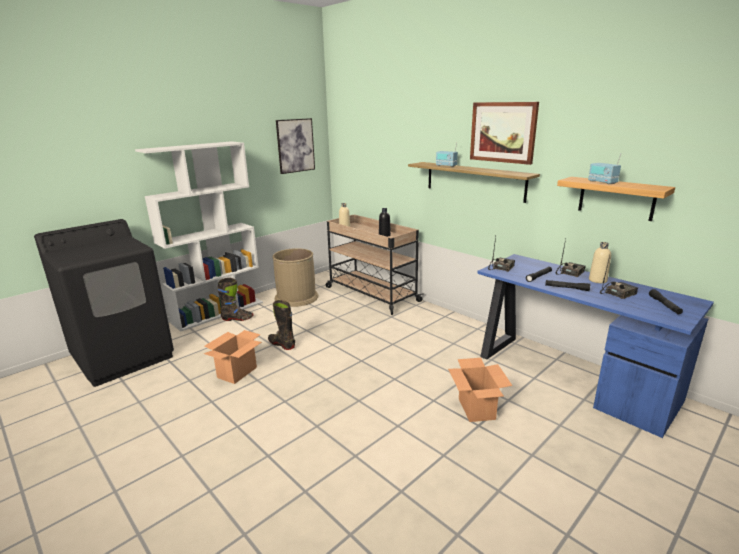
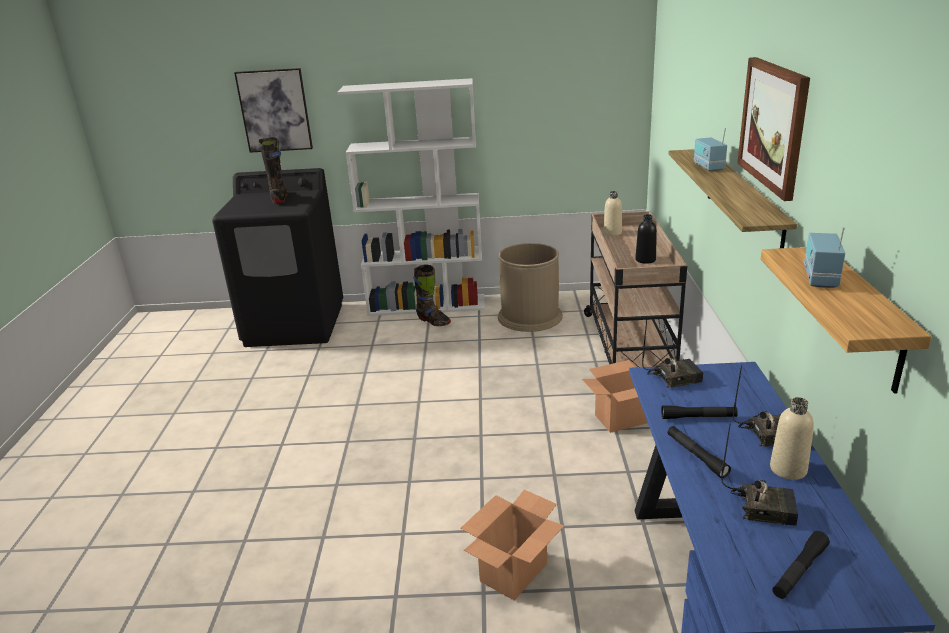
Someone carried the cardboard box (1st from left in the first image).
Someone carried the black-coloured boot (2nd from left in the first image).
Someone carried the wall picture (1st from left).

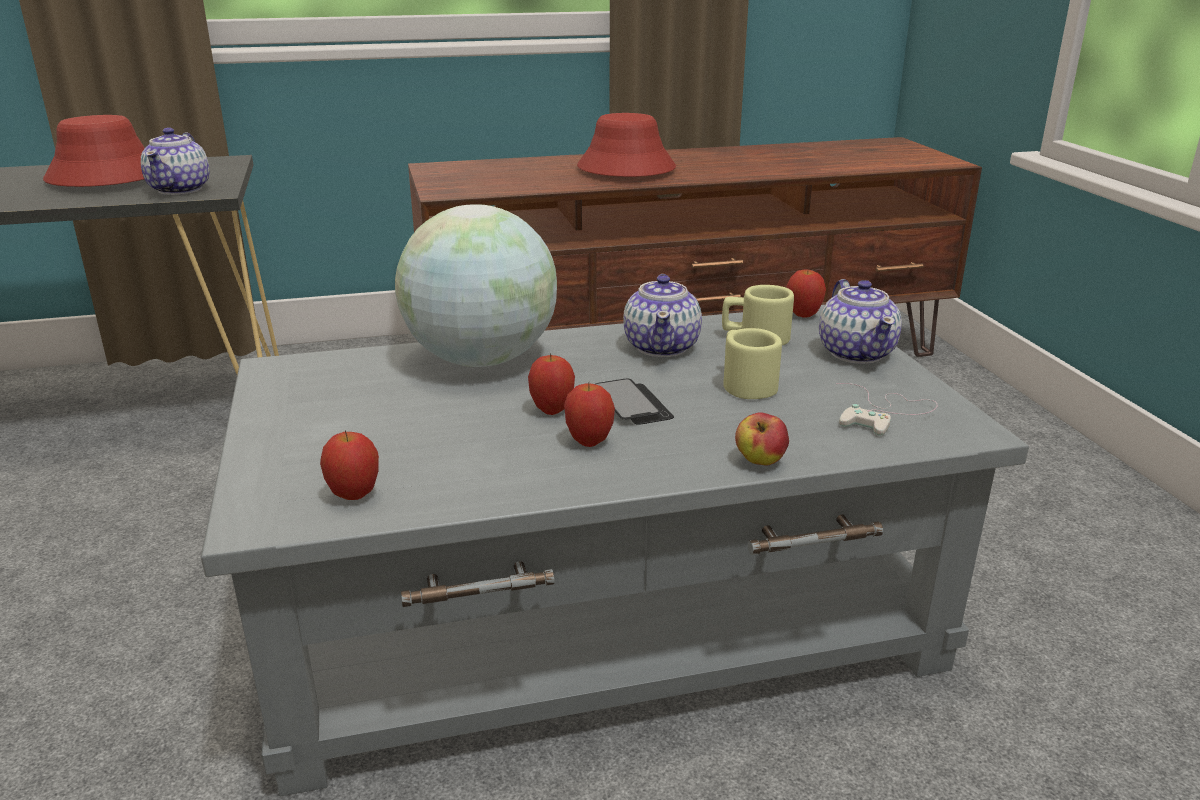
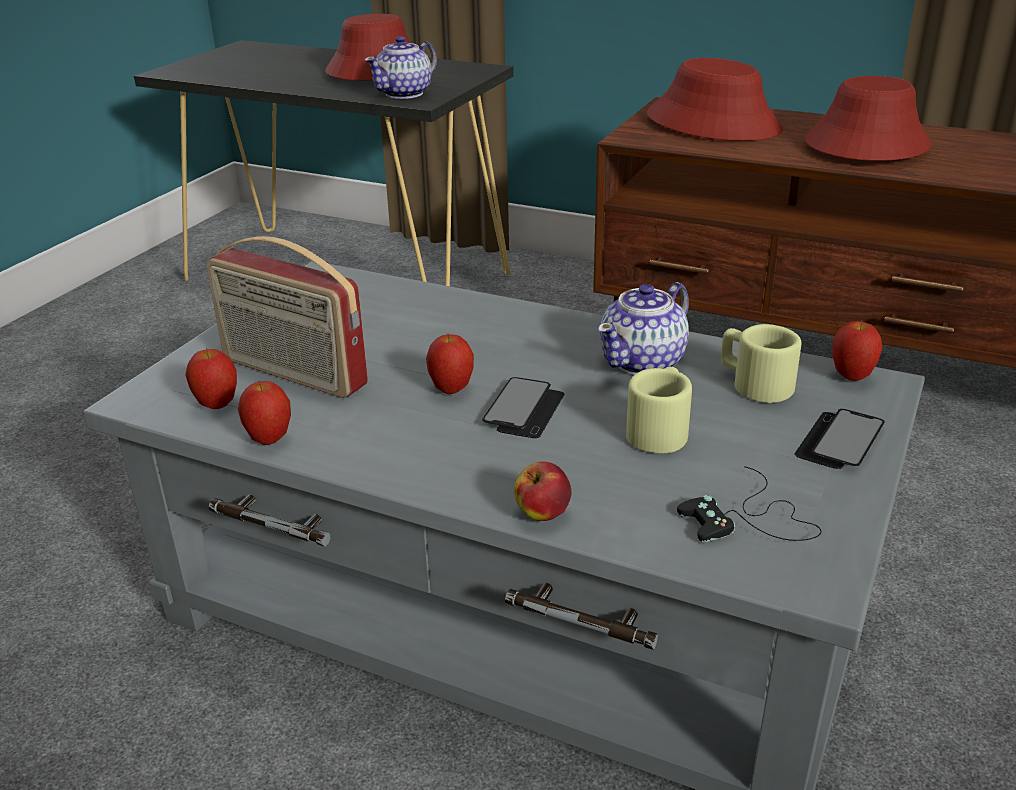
Someone took away the world globe.
Someone carried the apple fruit (3rd from left in the first image).
Someone swapped the pot for tea (3rd from left) for the handset (2nd from left).
Someone repainted the white-coloured game controller, which became the black-coloured game controller.
Someone put down the radio set.
Someone put down the red-coloured wearable hat (2nd from left).

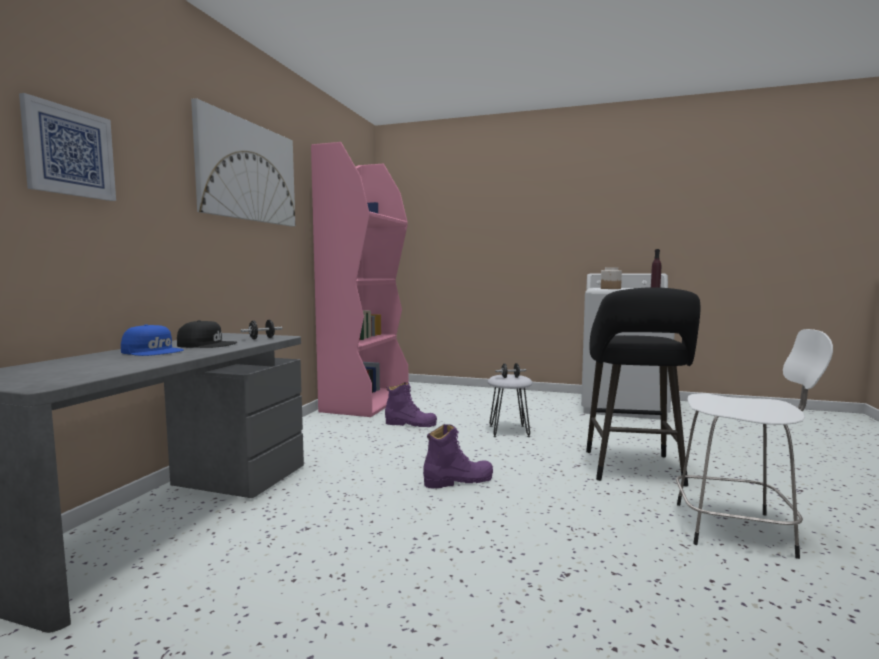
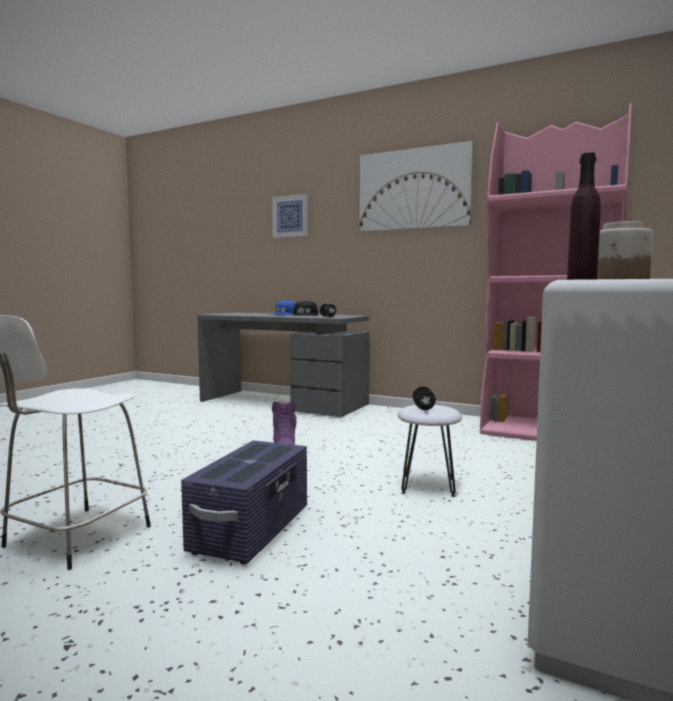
Someone took away the purple boot (1st from left).
Someone swapped the black-coloured stool for the purple storage bin.

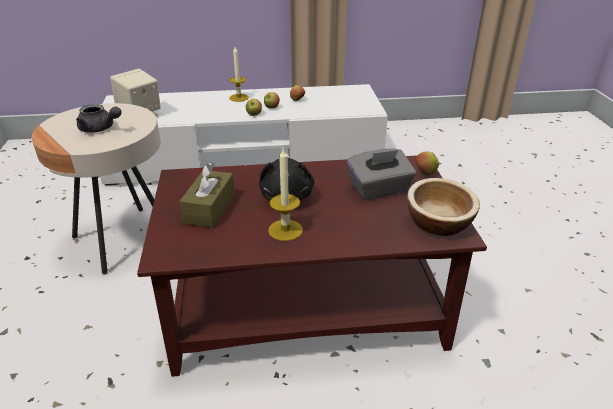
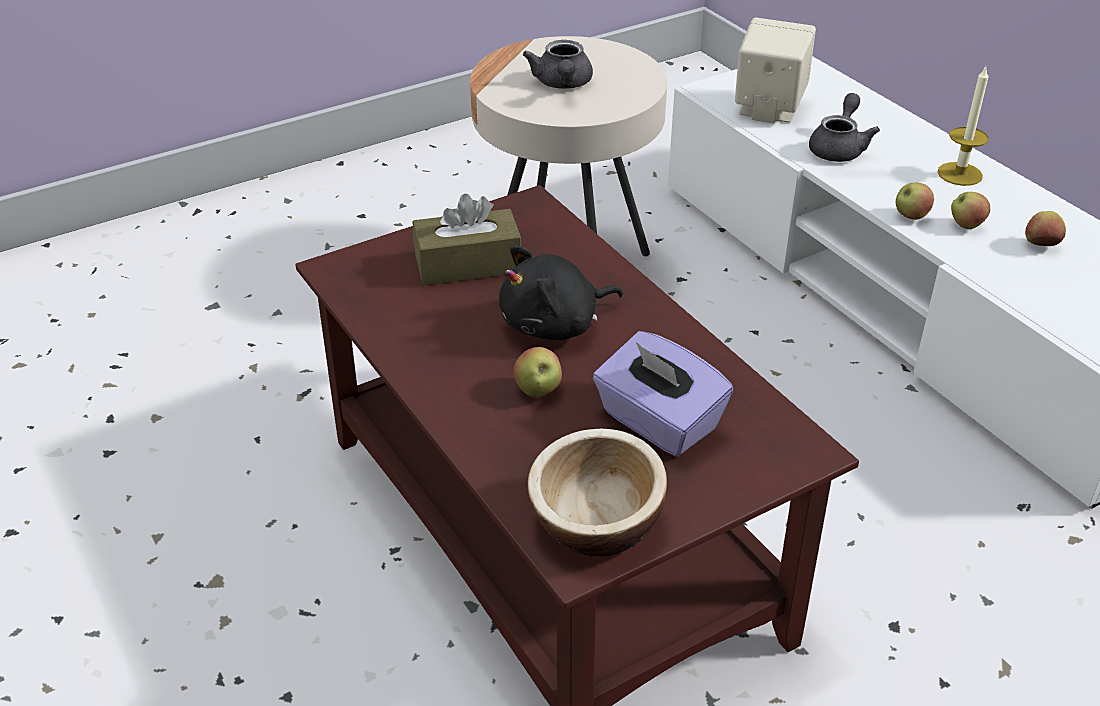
Someone took away the wax candle (2nd from left).
Someone repainted the greyish tissue holder, which became the purple tissue holder.
Someone carried the apple fruit (4th from left in the first image).
Someone put down the greyish pot for tea (2nd from left).

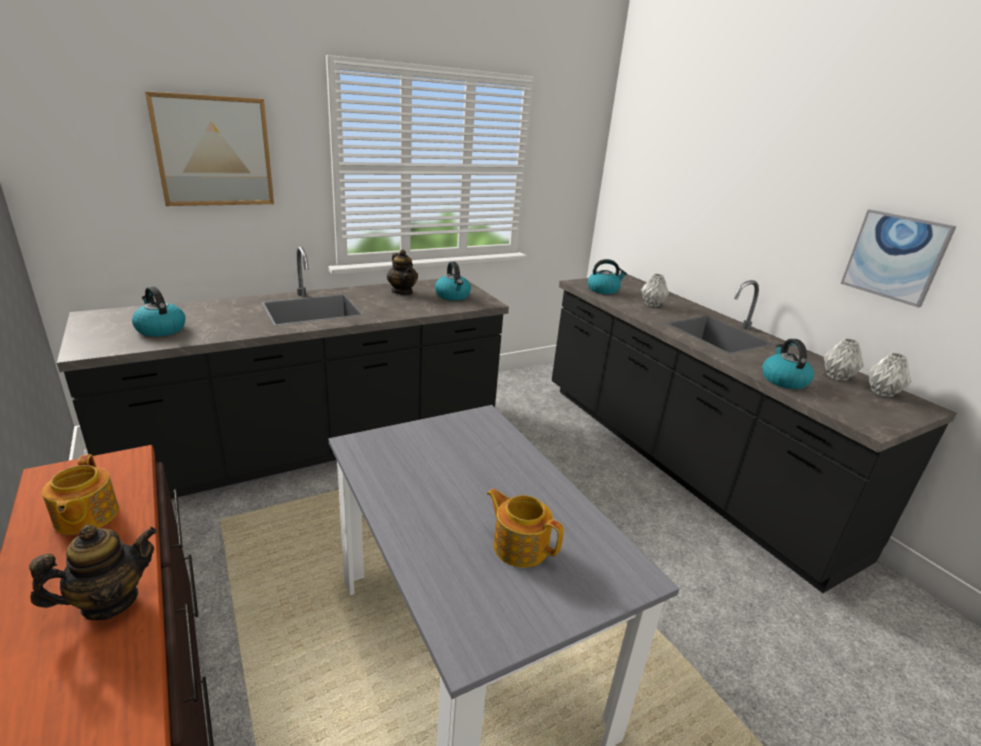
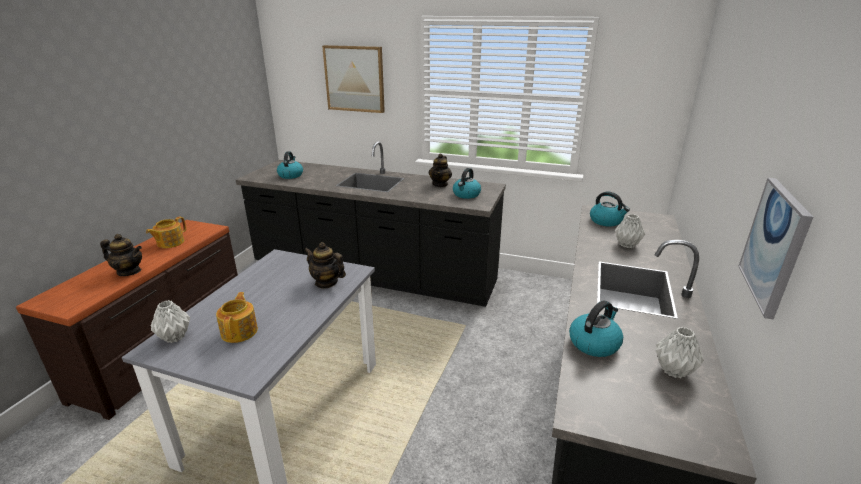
Someone carried the greyish vase (3rd from left in the first image).
Someone put down the pot for tea (4th from left).

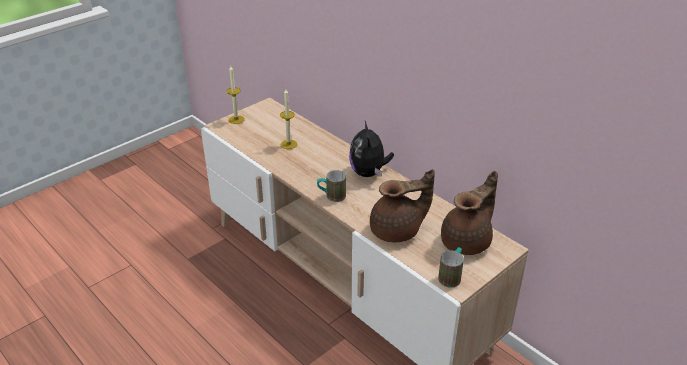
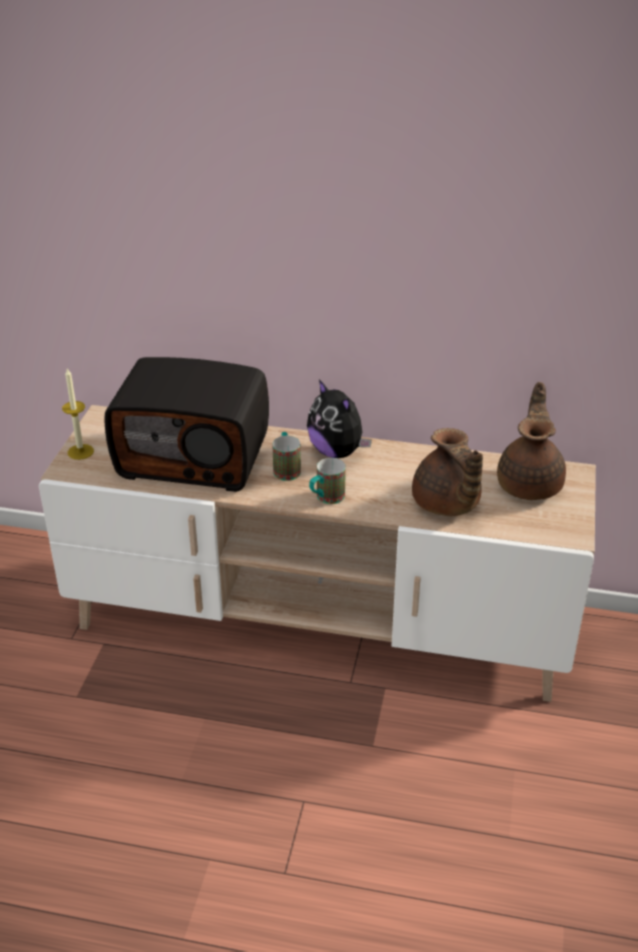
Someone swapped the wax candle (2nd from left) for the radio set.
Someone rotated the brownish pot for tea (1st from left) by 120 degrees clockwise.
Someone carried the tea mug (2nd from left in the first image).

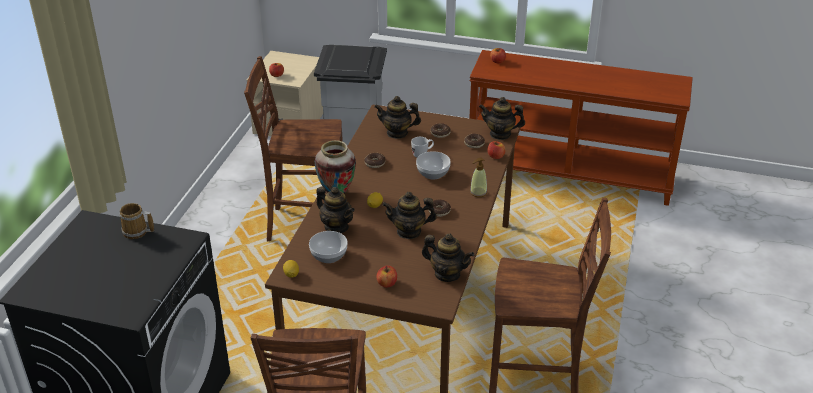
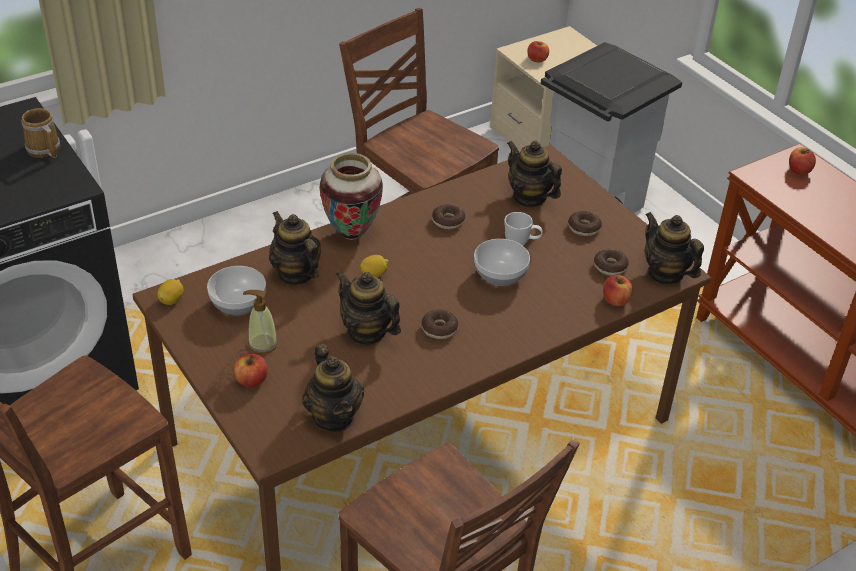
Someone rotated the pot for tea (1st from left) by 150 degrees clockwise.
Someone carried the liquid soap bottle.

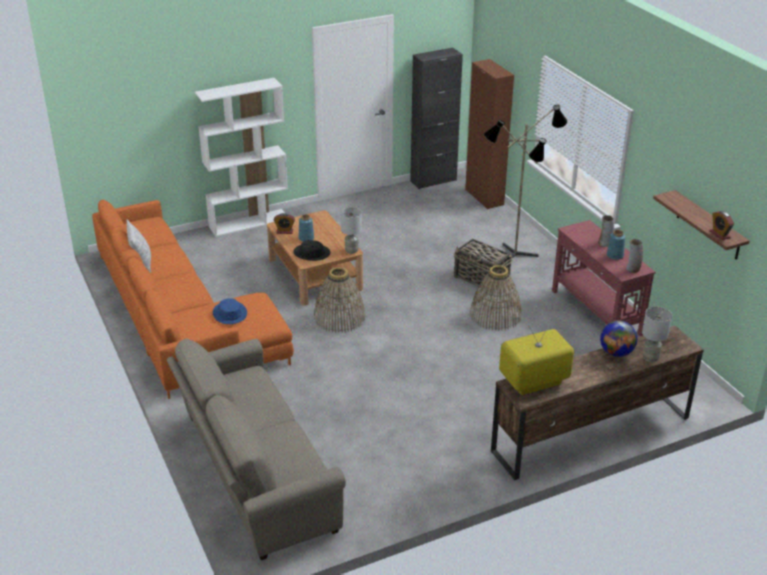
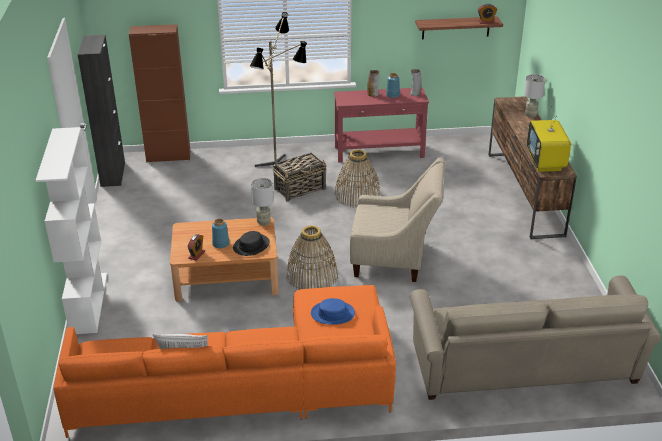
Someone took away the world globe.
Someone put down the sand-coloured lounge chair.

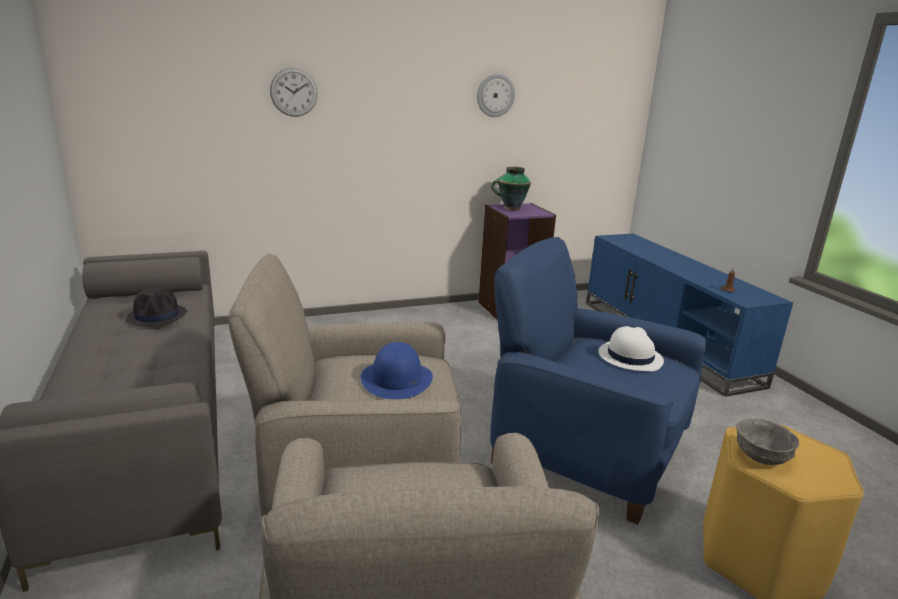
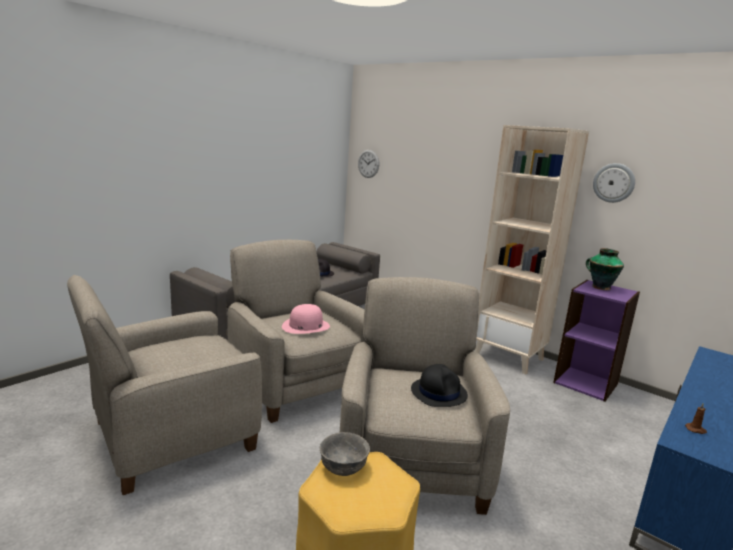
Someone carried the wall clock (1st from left).
Someone repainted the blue wearable hat, which became the pink wearable hat.
Someone repainted the blue lounge chair, which became the sand-coloured lounge chair (3rd from left).
Someone repainted the white-coloured wearable hat, which became the black-coloured wearable hat (2nd from left).
Someone put down the sand-coloured shelving unit.

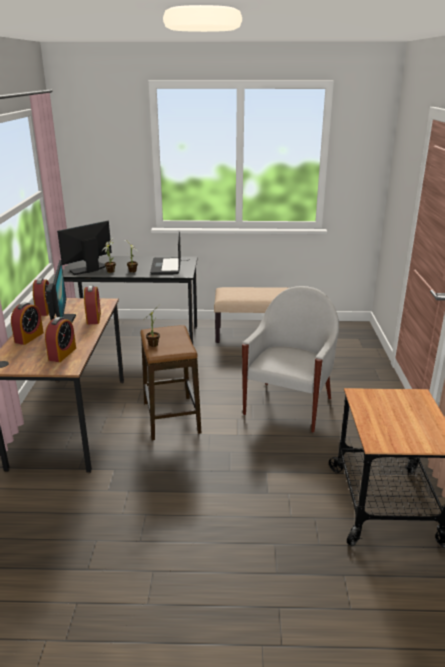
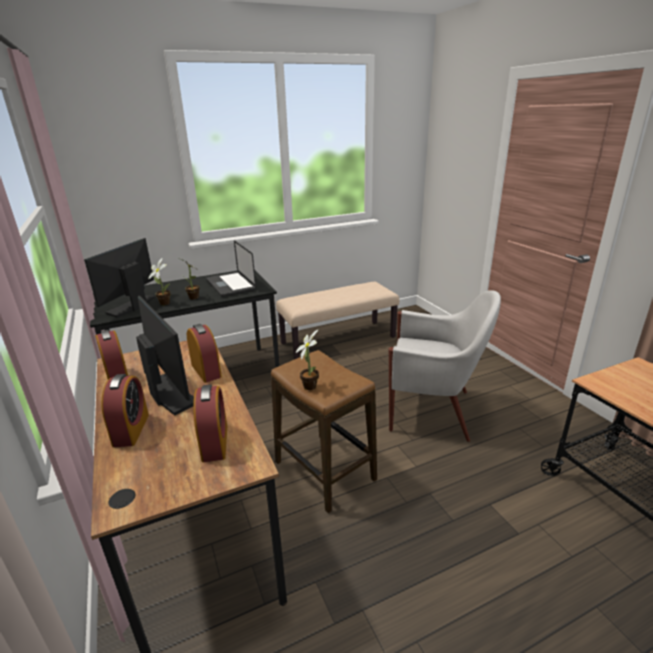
Someone rotated the white-coloured lounge chair by 105 degrees clockwise.

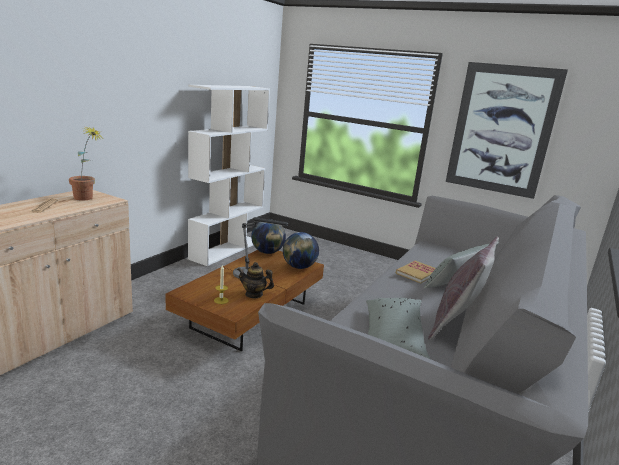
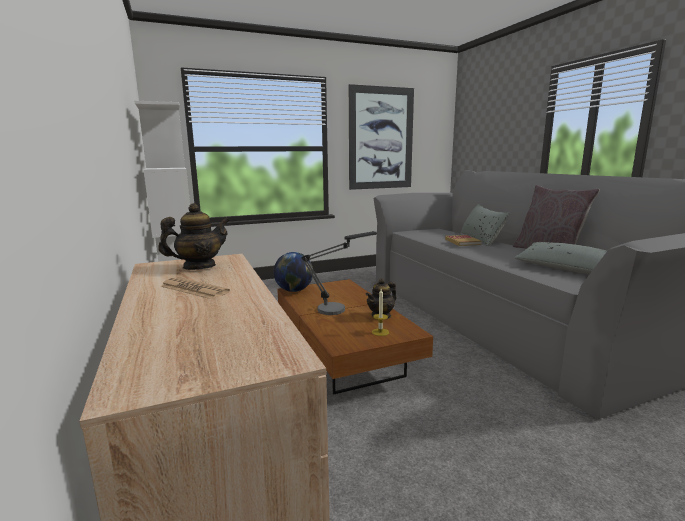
Someone swapped the houseplant for the pot for tea (1st from left).
Someone took away the world globe (2nd from left).

